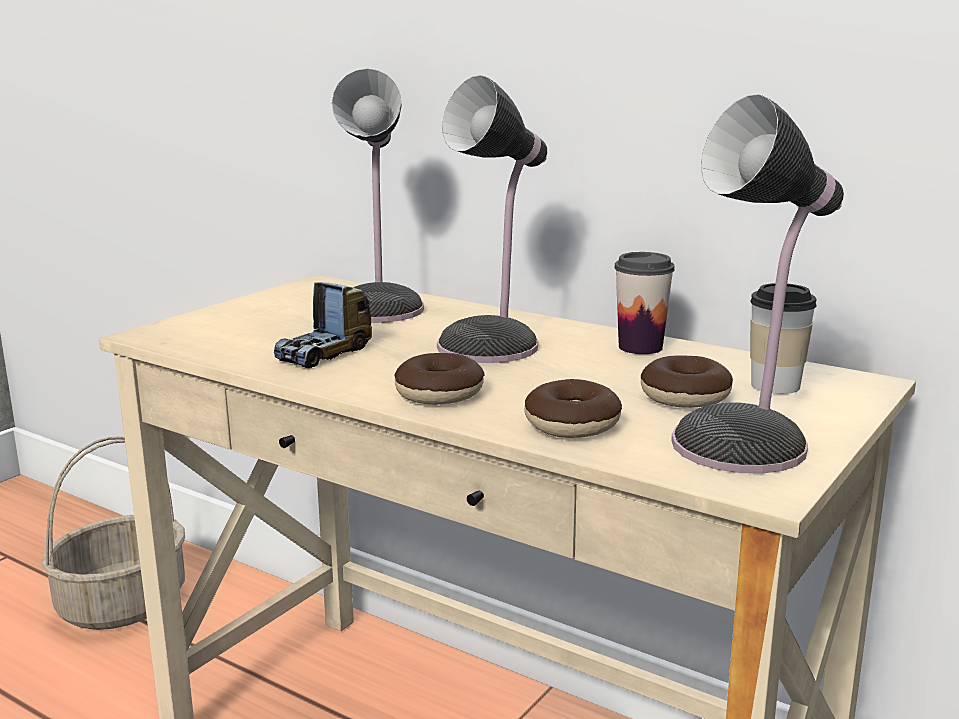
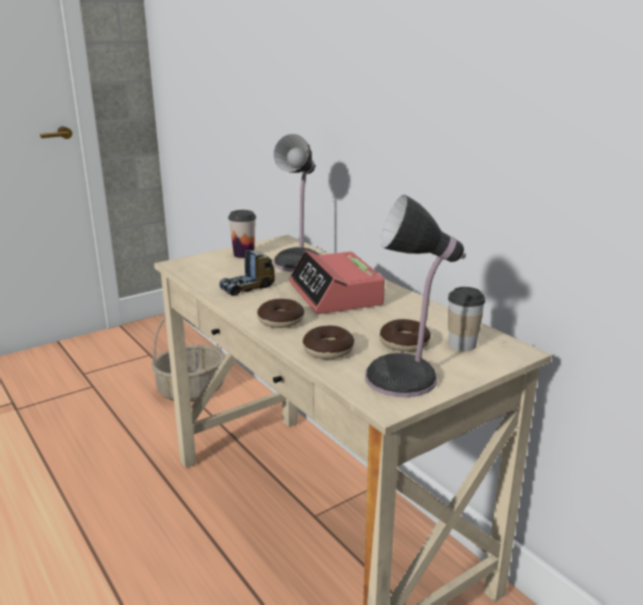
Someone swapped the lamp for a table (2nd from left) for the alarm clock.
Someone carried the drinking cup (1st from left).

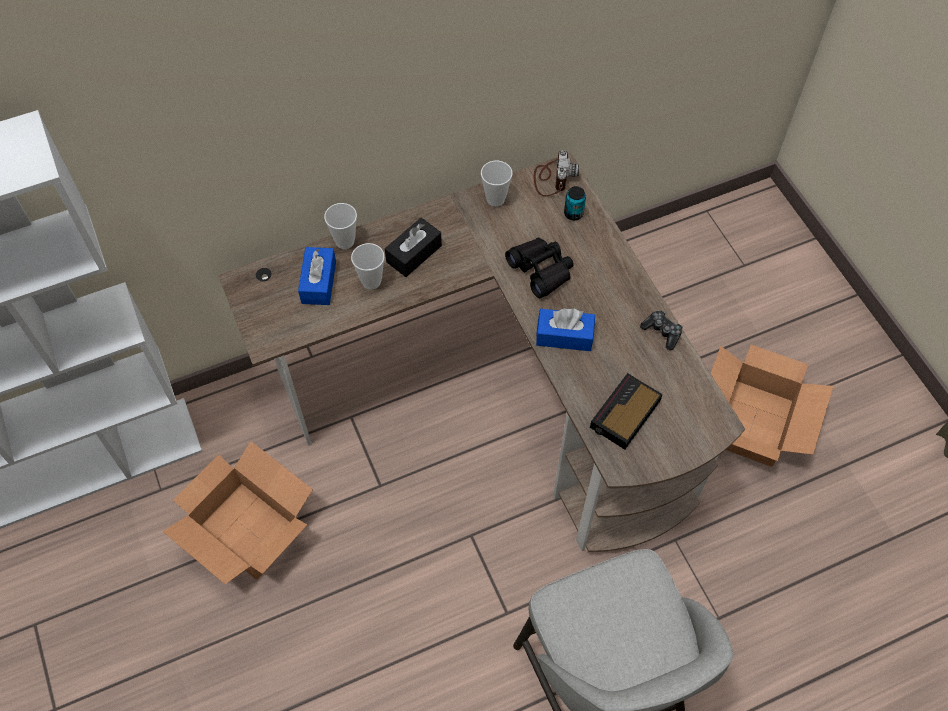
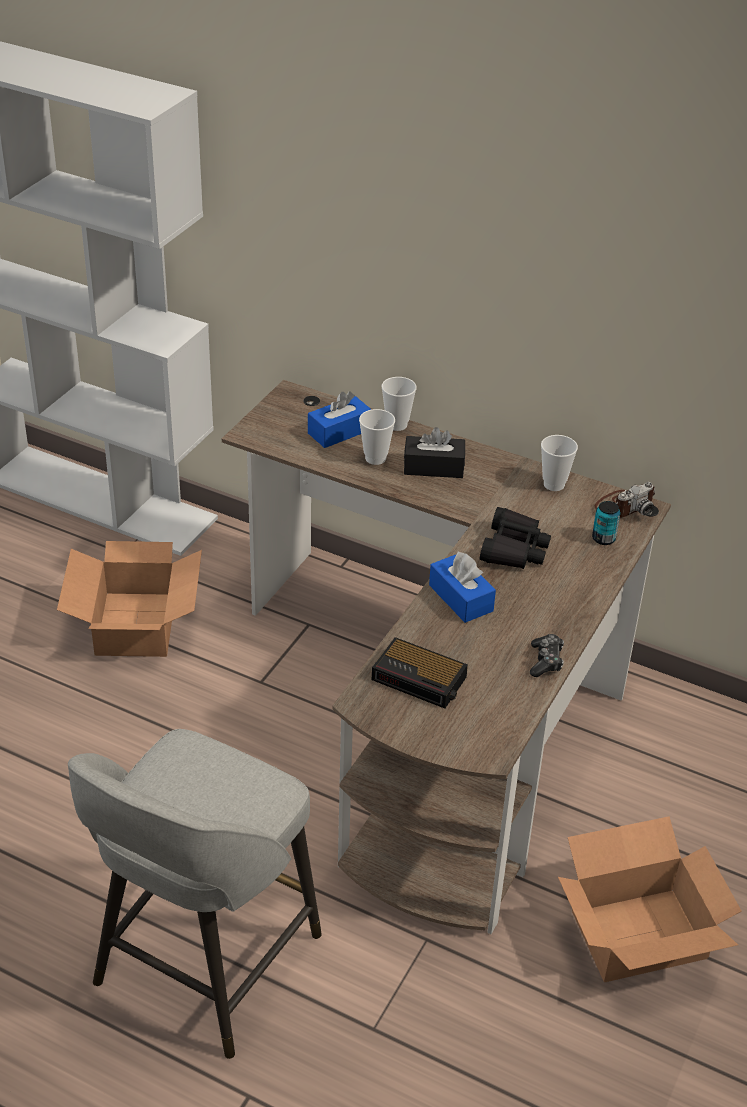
Someone rotated the alarm clock by 150 degrees counterclockwise.

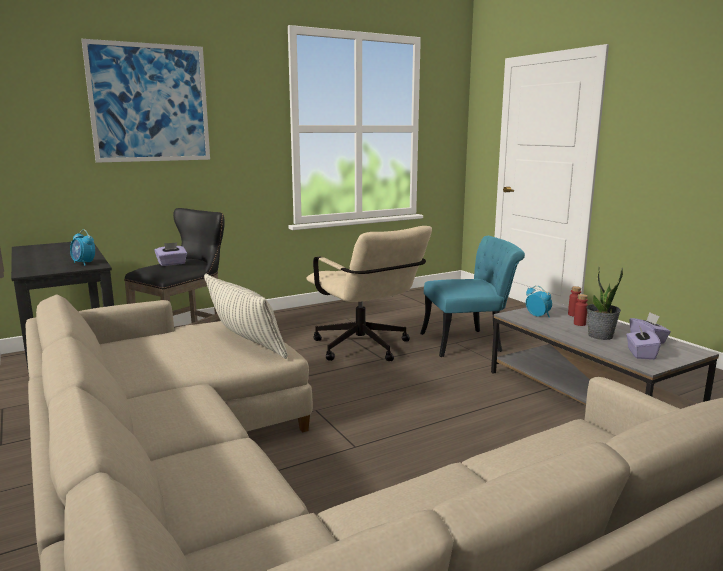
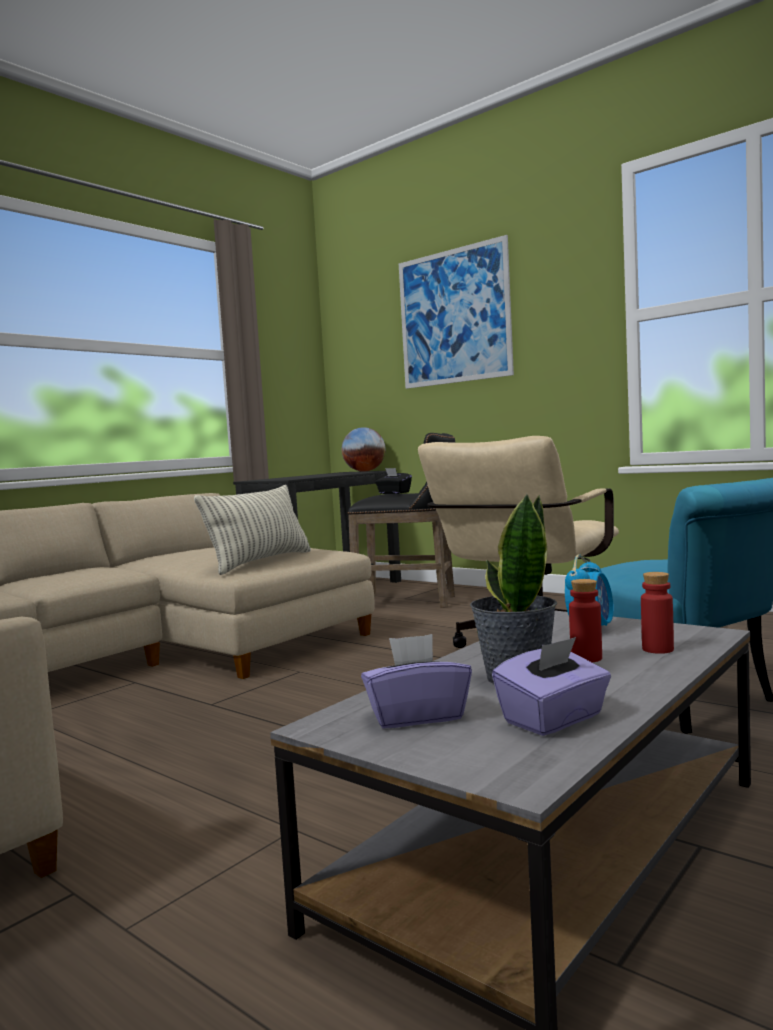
Someone took away the alarm clock (1st from left).
Someone repainted the purple tissue holder (1st from left), which became the black-coloured tissue holder.
Someone put down the world globe.

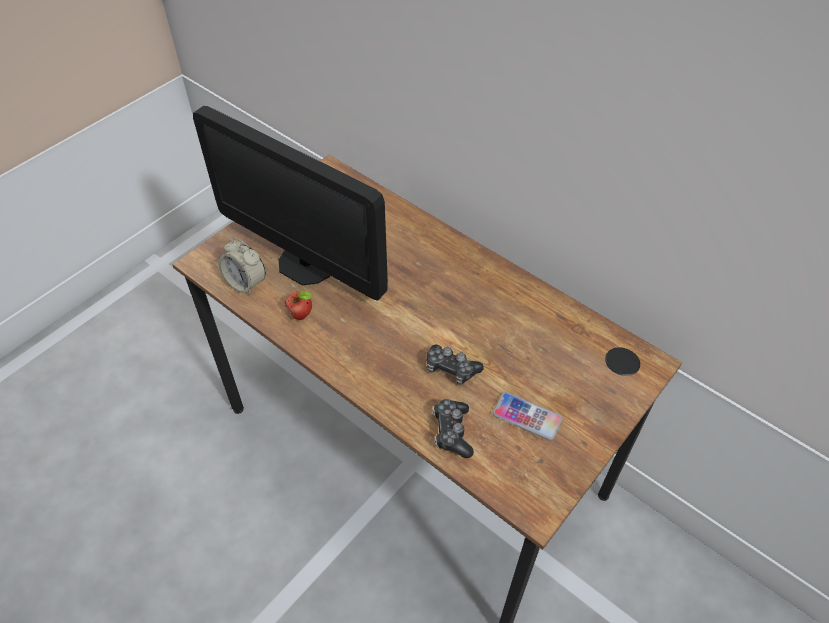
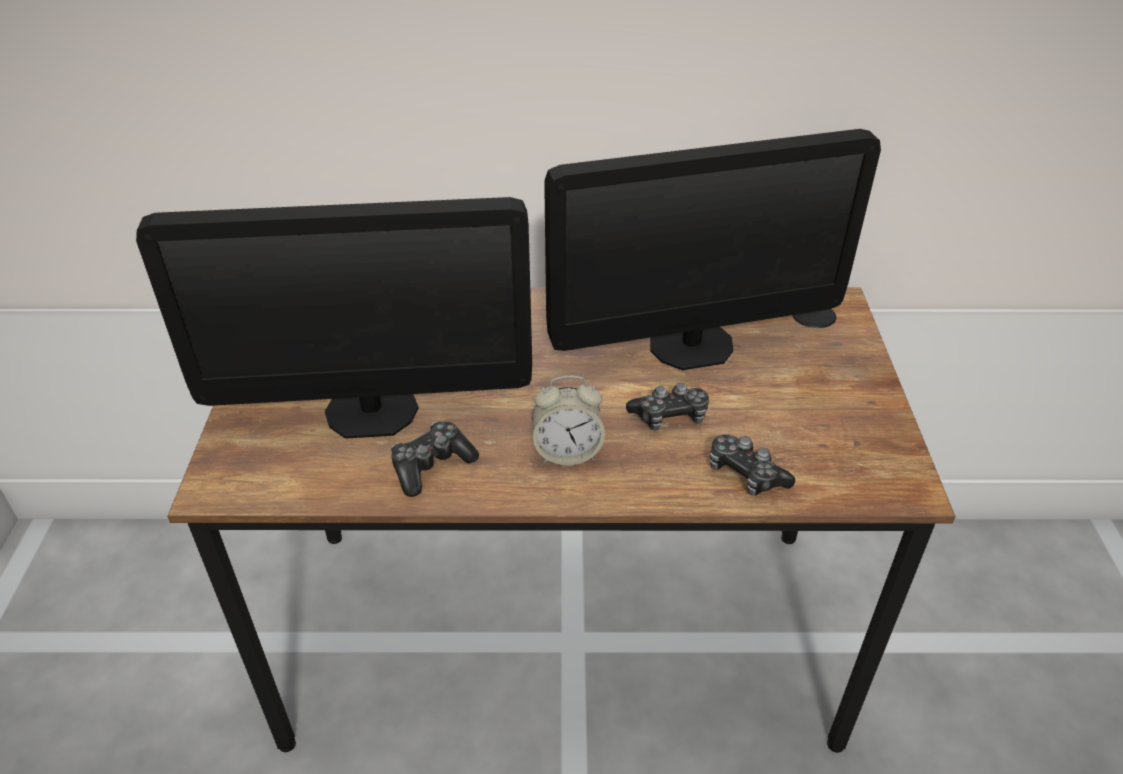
Someone carried the alarm clock.
Someone swapped the apple fruit for the game controller (1st from left).
Someone took away the handset.
Someone put down the monitor (2nd from left).

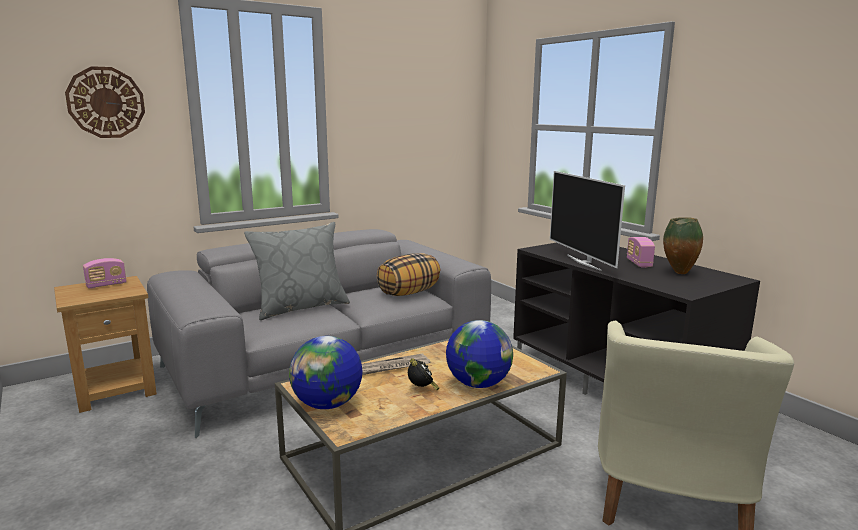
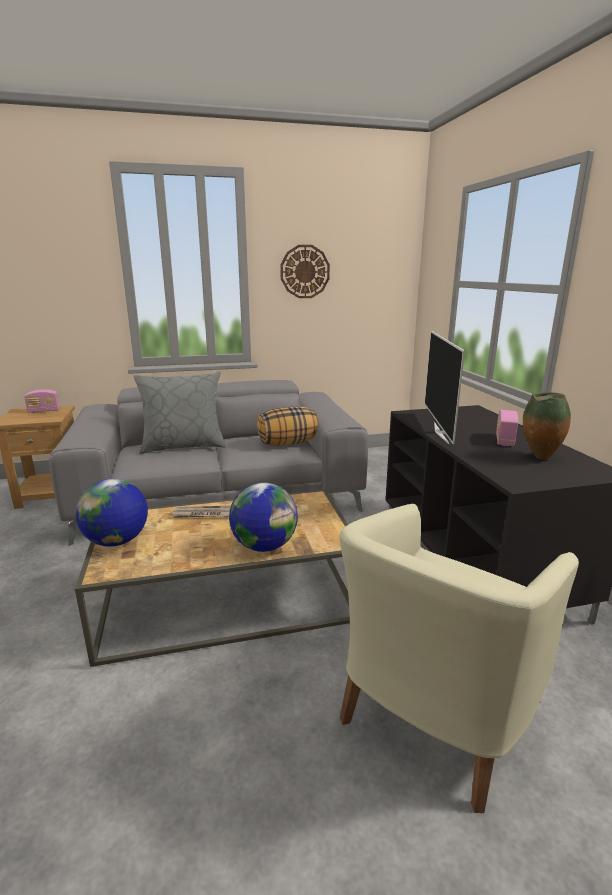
Someone carried the wall clock.
Someone took away the alarm clock.

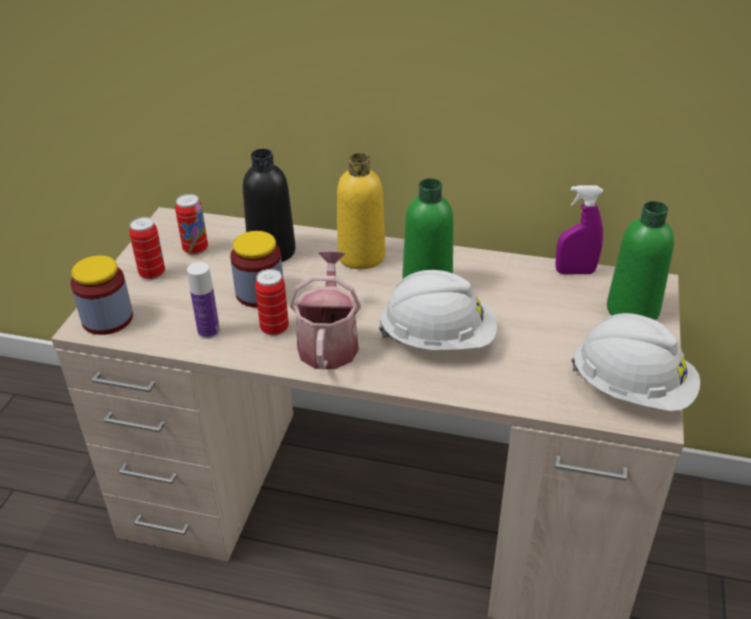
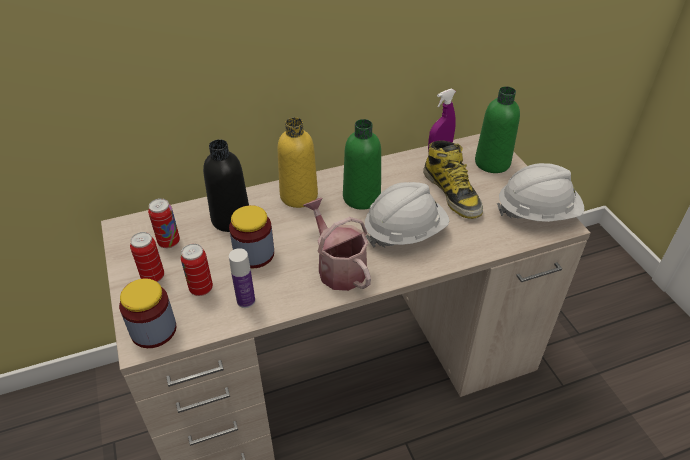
Someone carried the metal can (3rd from left).
Someone put down the boot.

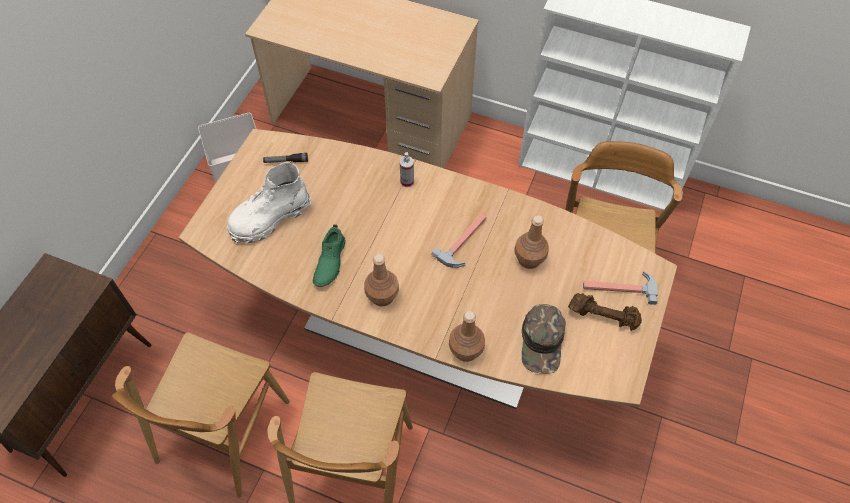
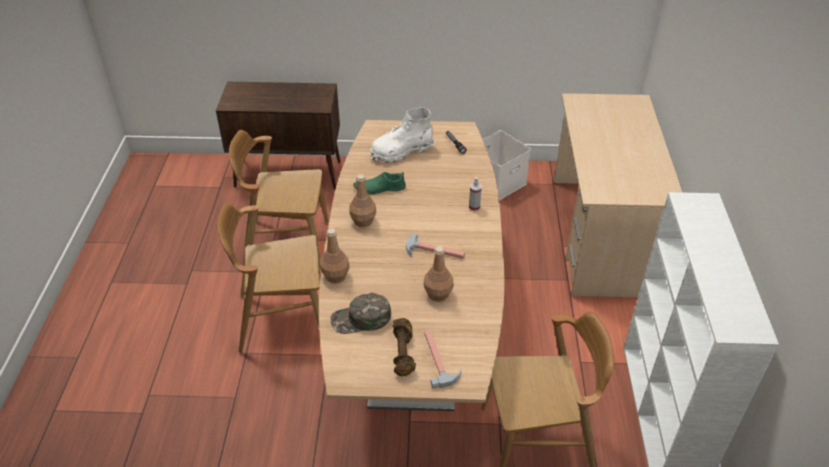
Someone rotated the white-coloured boot by 60 degrees counterclockwise.

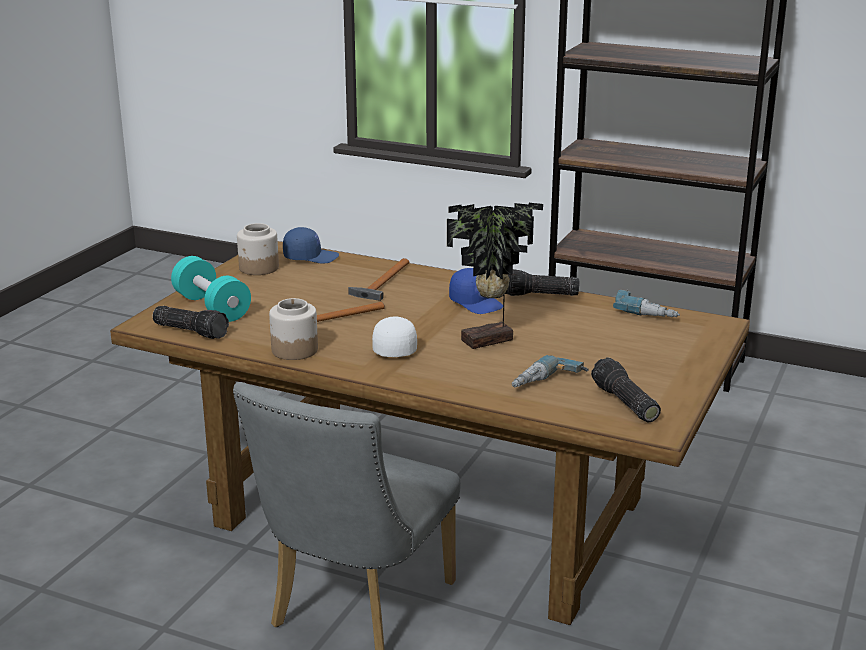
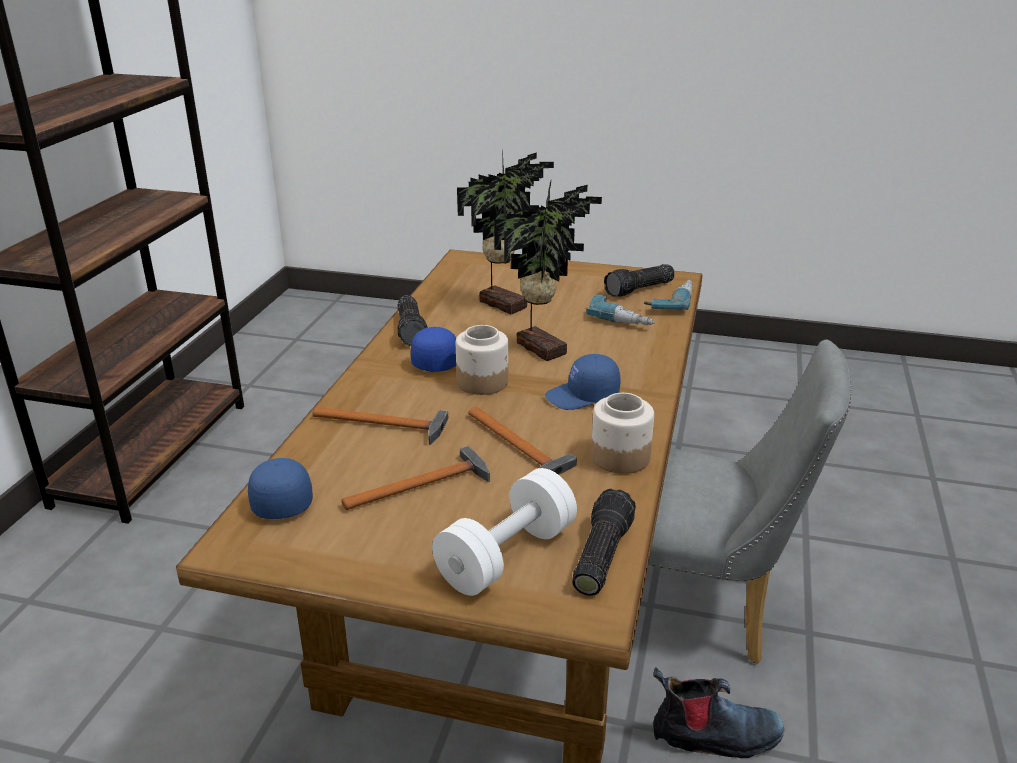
Someone repainted the blue-green hand weight, which became the white-coloured hand weight.
Someone carried the storage jar (1st from left).
Someone repainted the white-coloured cap, which became the blue cap (3rd from left).
Someone carried the drill (2nd from left).
Someone put down the hand hammer (2nd from left).
Someone put down the houseplant (1st from left).
Someone put down the boot.

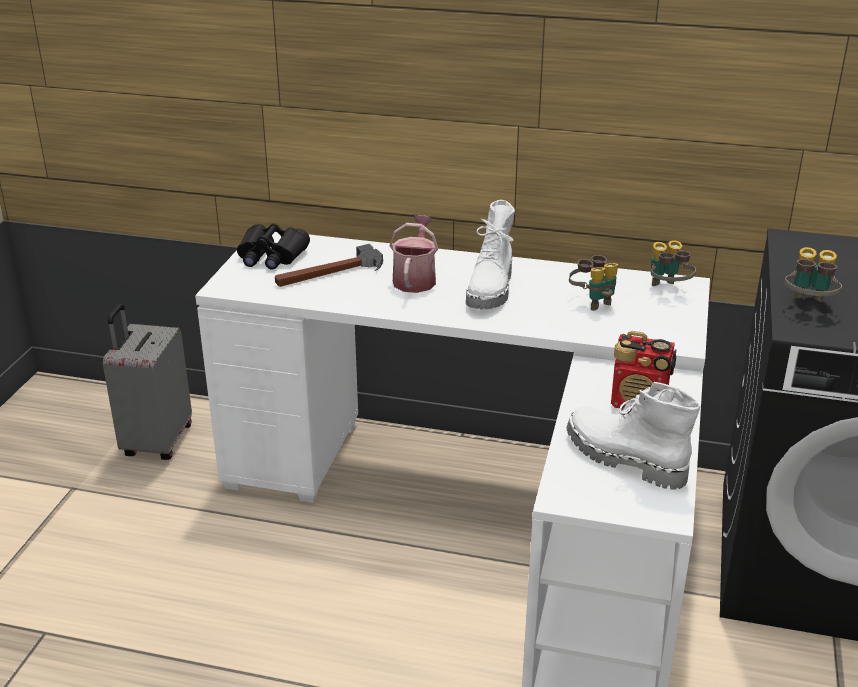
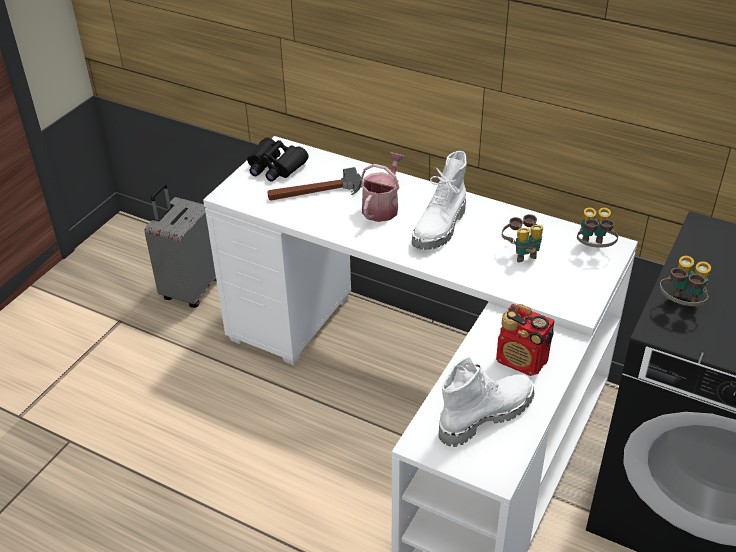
Someone rotated the white-coloured boot (2nd from left) by 90 degrees clockwise.

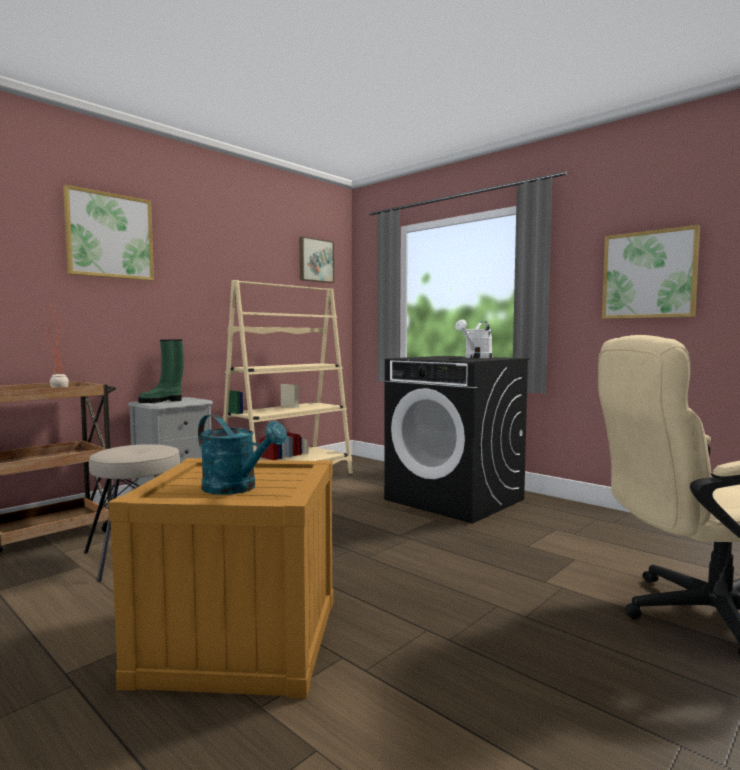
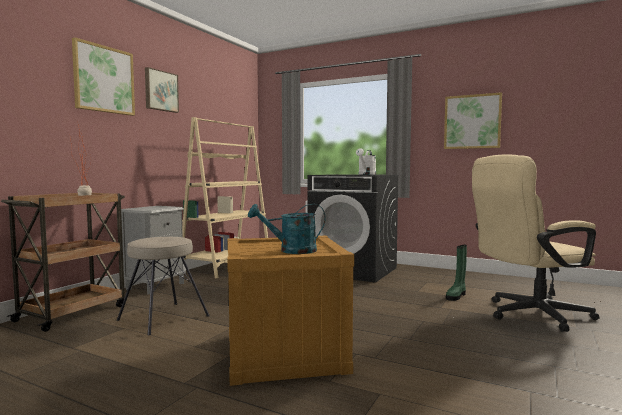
Someone carried the green boot.
Someone rotated the blue-green sprinkling can by 150 degrees clockwise.
Someone carried the wall picture (2nd from left).

